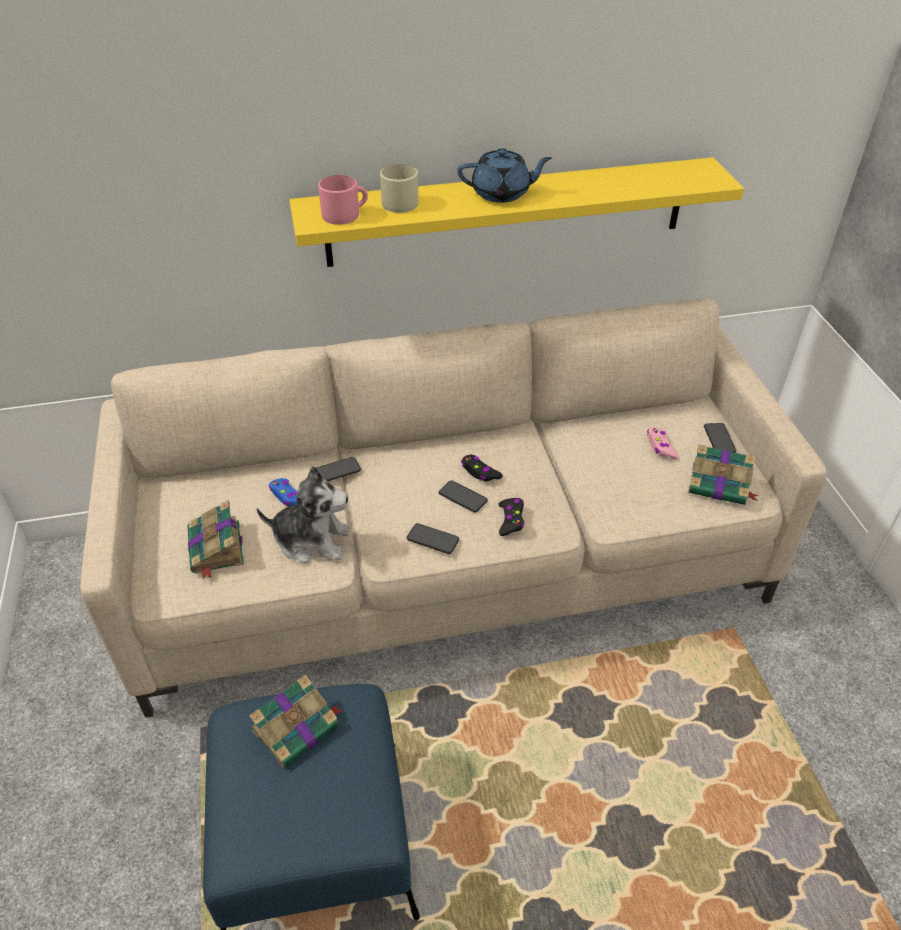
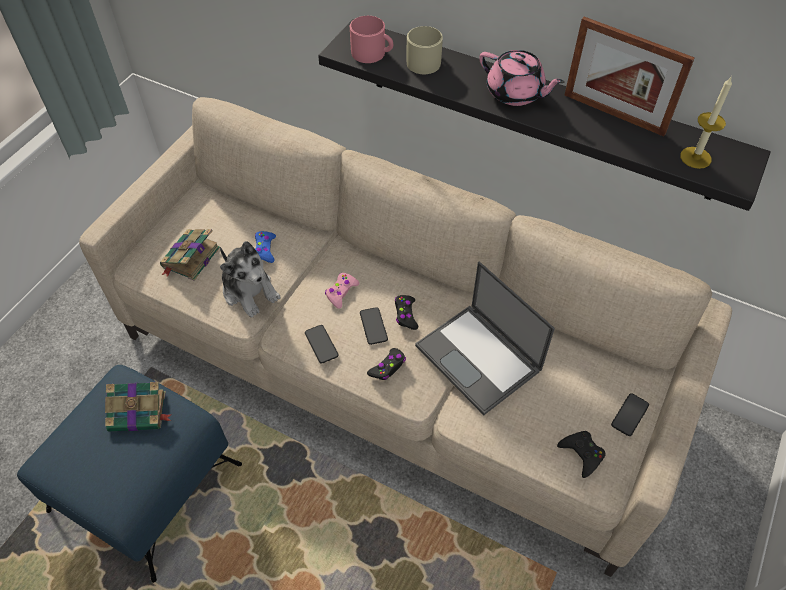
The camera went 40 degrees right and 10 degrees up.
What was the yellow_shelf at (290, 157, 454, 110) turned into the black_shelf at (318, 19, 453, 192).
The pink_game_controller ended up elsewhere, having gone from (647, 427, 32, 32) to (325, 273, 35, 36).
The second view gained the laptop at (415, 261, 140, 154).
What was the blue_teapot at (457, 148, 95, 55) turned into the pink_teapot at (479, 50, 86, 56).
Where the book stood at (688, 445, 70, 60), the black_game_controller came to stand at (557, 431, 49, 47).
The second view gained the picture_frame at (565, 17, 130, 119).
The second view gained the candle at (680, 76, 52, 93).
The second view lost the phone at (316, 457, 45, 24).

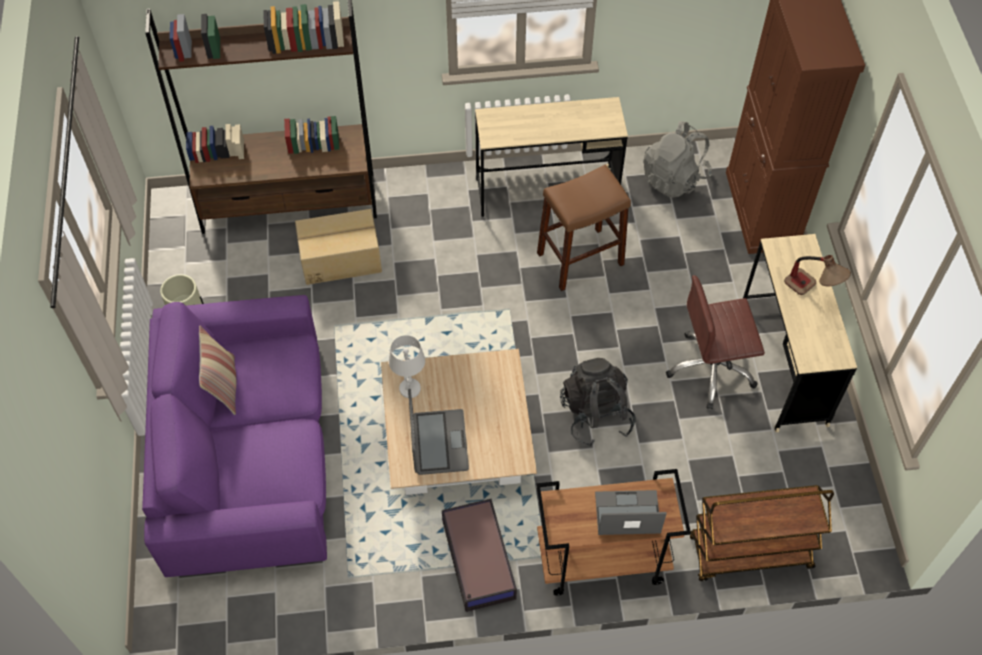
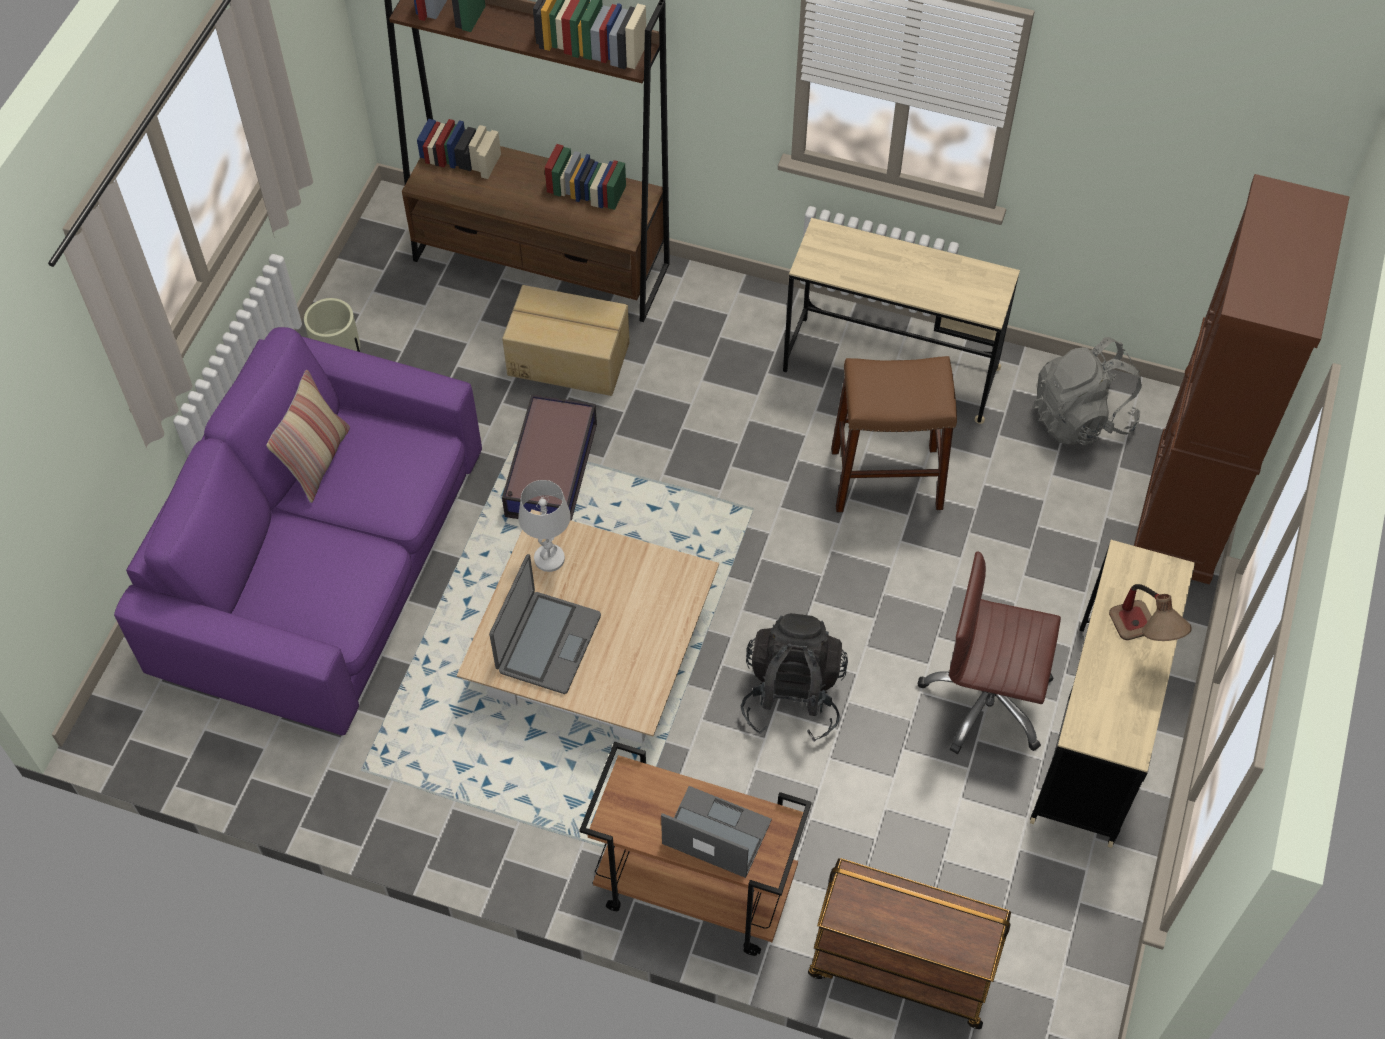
The camera went 25 degrees right and 0 degrees up.
The storage_box ended up elsewhere, having gone from (442, 499, 75, 113) to (502, 394, 95, 127).

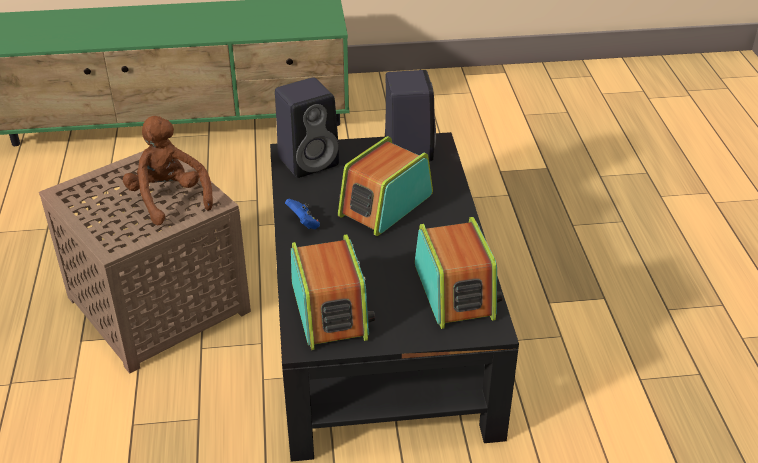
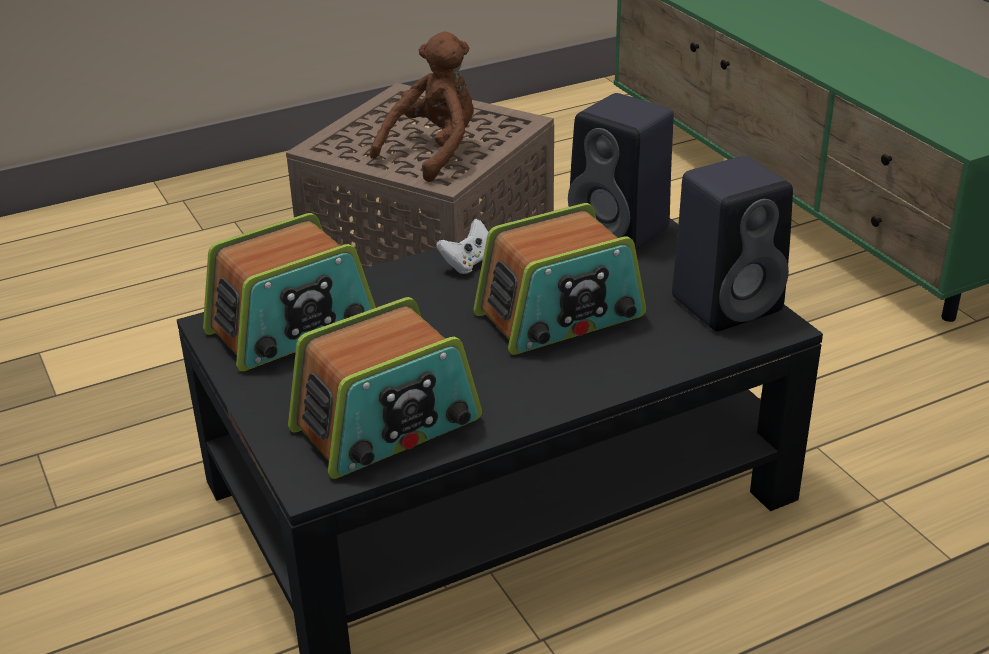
The camera went 70 degrees right and 5 degrees down.
What was the blue_game_controller at (285, 199, 35, 30) turned into the white_game_controller at (436, 219, 53, 55).
The radio at (338, 136, 95, 100) ended up facing another way, 135 degrees clockwise from before.

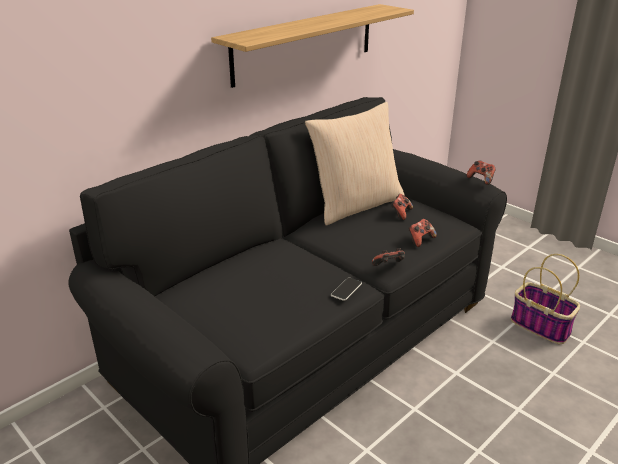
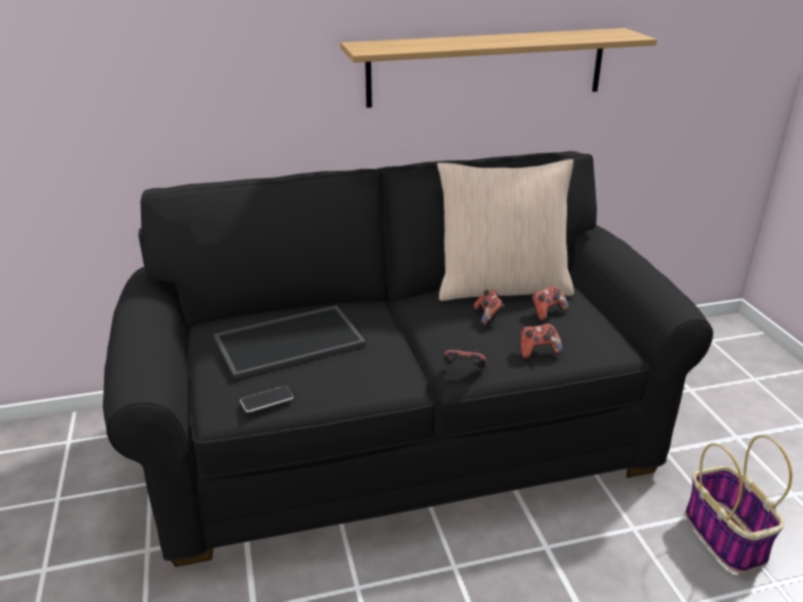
The camera went 30 degrees right and 0 degrees up.
The second view gained the tray at (214, 305, 152, 74).
The phone ended up elsewhere, having gone from (331, 277, 31, 24) to (240, 386, 53, 27).
The game_controller ended up elsewhere, having gone from (467, 160, 29, 25) to (474, 290, 31, 36).

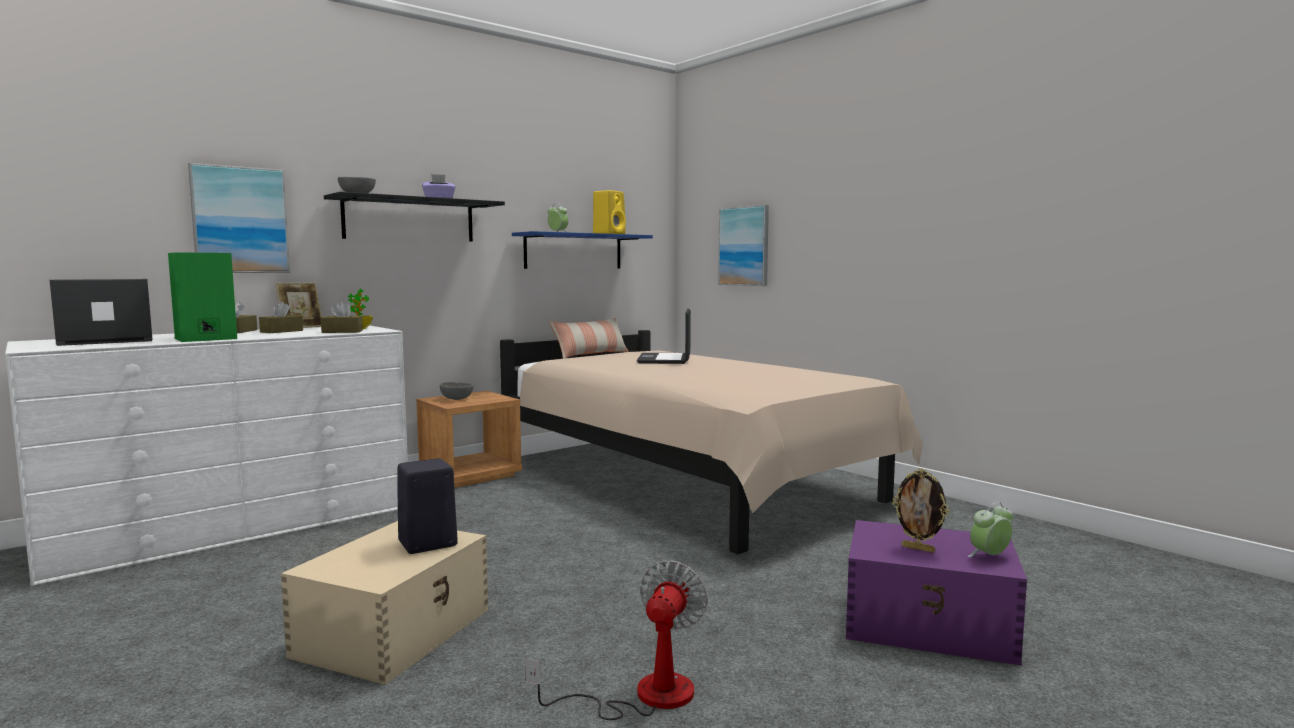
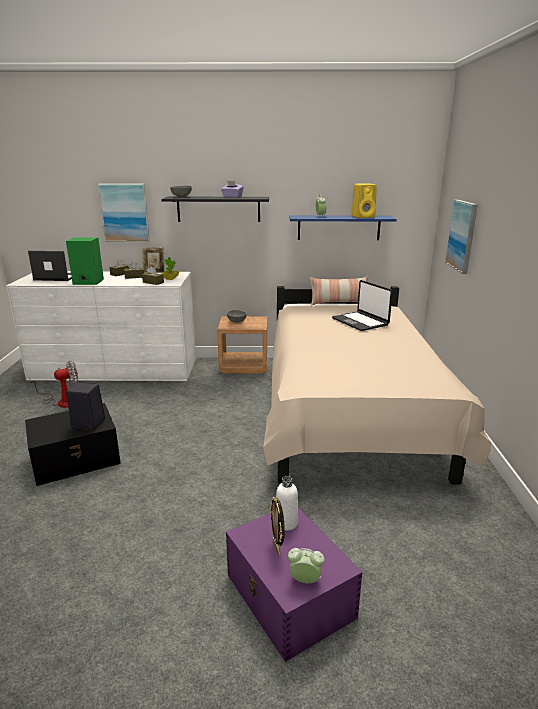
The camera went 40 degrees right and 15 degrees up.
What was the beige_storage_box at (281, 521, 207, 164) turned into the black_storage_box at (25, 403, 96, 83).
The fan ended up elsewhere, having gone from (525, 560, 183, 160) to (29, 360, 49, 48).
The second view gained the white_bottle at (276, 476, 22, 55).
The laptop at (637, 308, 54, 56) ended up facing another way, 75 degrees counterclockwise from before.

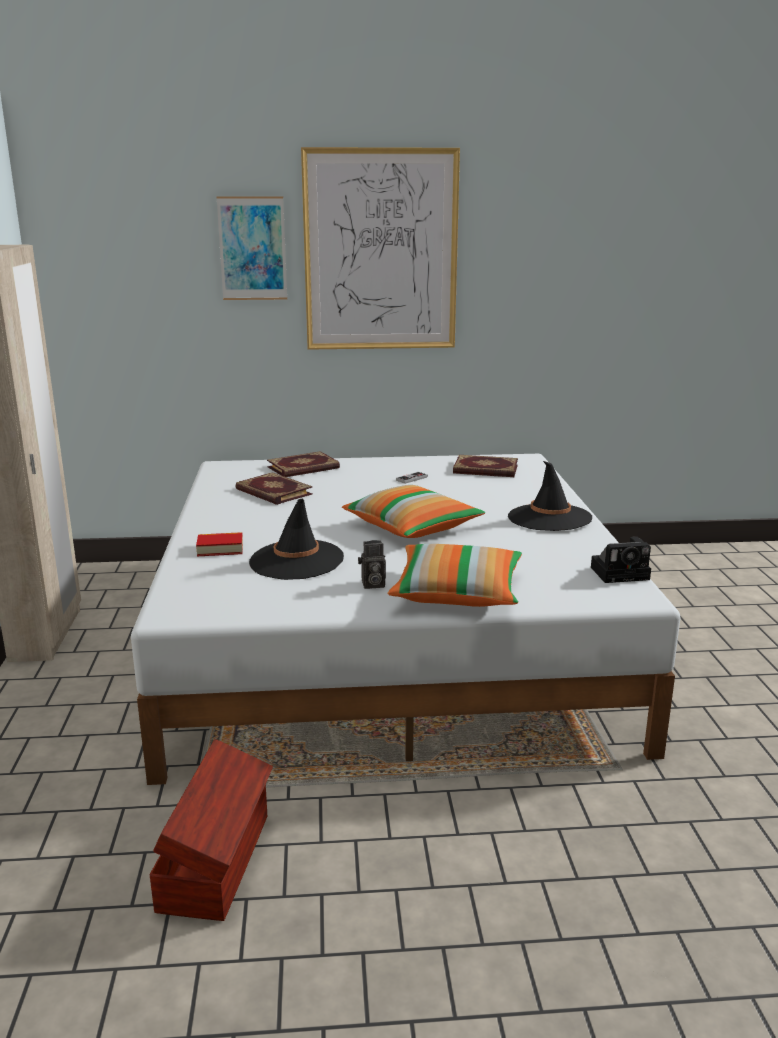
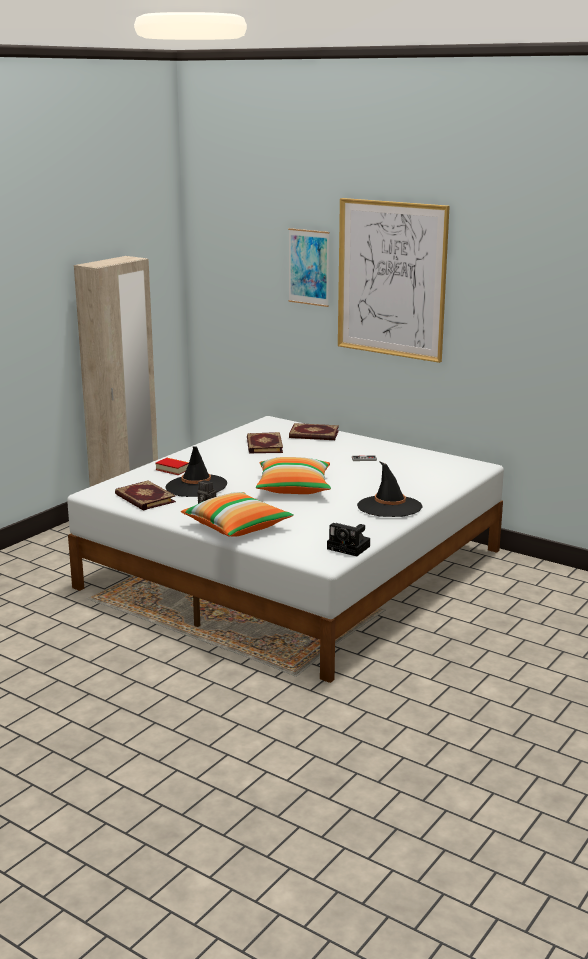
The camera went 40 degrees right and 0 degrees up.
The book ended up elsewhere, having gone from (453, 455, 65, 22) to (115, 480, 61, 30).
The second view lost the brown_storage_box at (150, 739, 123, 182).

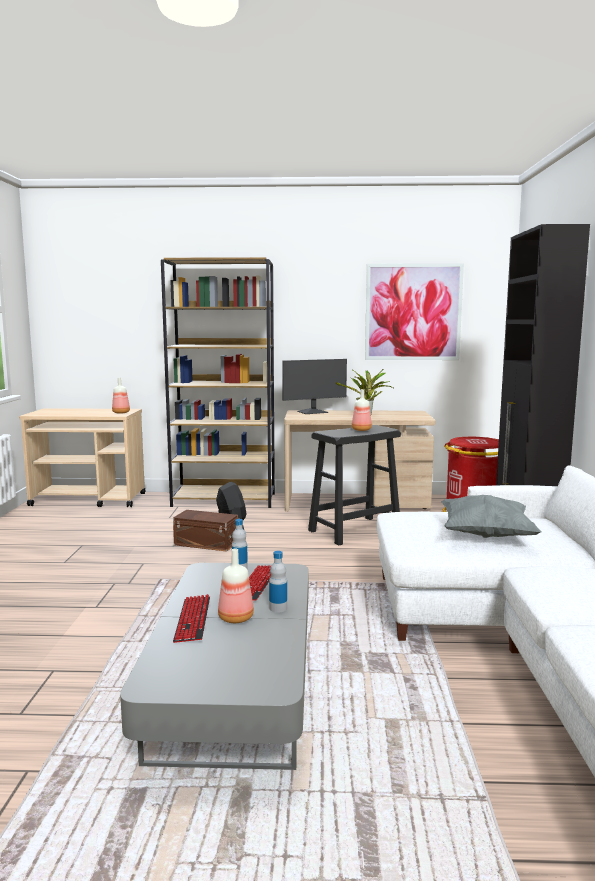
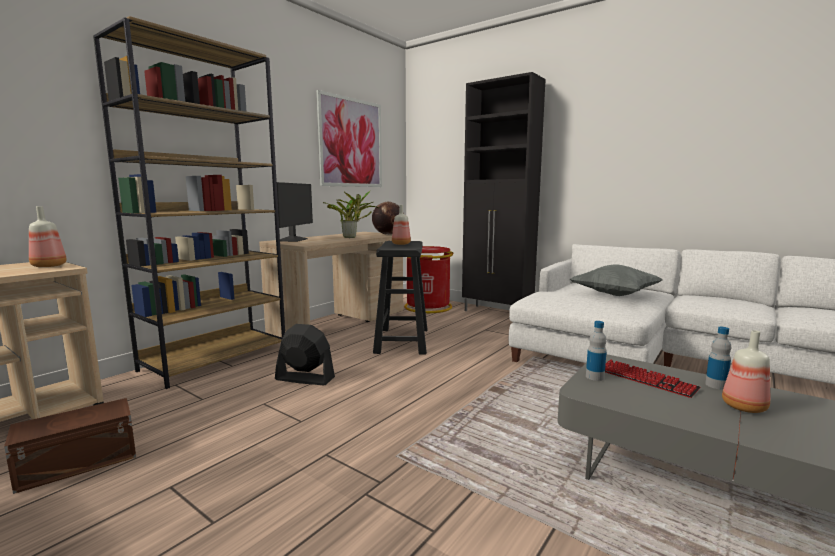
The camera went 55 degrees left and 0 degrees up.
The brown_storage_box ended up elsewhere, having gone from (173, 510, 65, 42) to (4, 398, 132, 96).
The second view gained the globe at (372, 202, 32, 33).
The second view lost the keyboard at (173, 594, 37, 49).

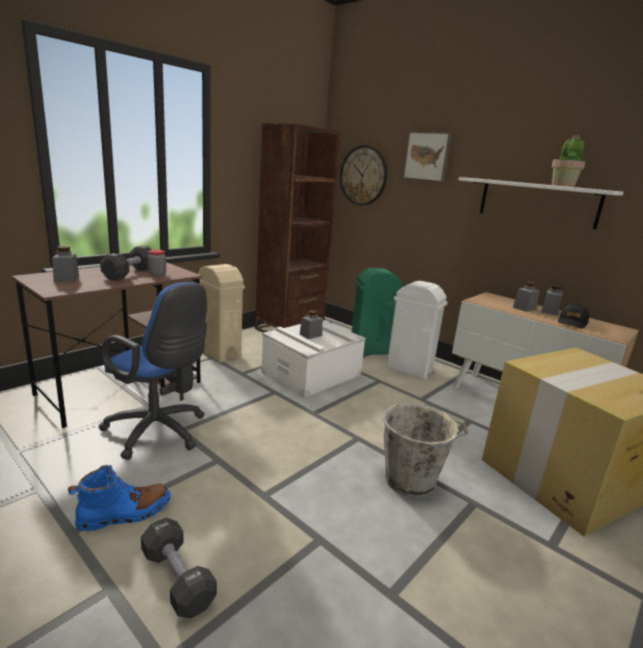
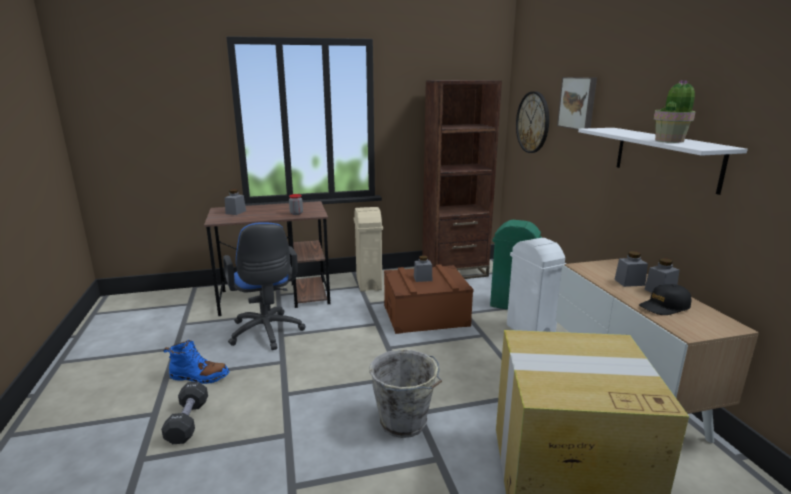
The camera went 35 degrees right and 0 degrees up.
What was the white_storage_box at (261, 320, 104, 78) turned into the brown_storage_box at (384, 264, 90, 70).
The second view lost the black_dumbbell at (100, 246, 51, 34).

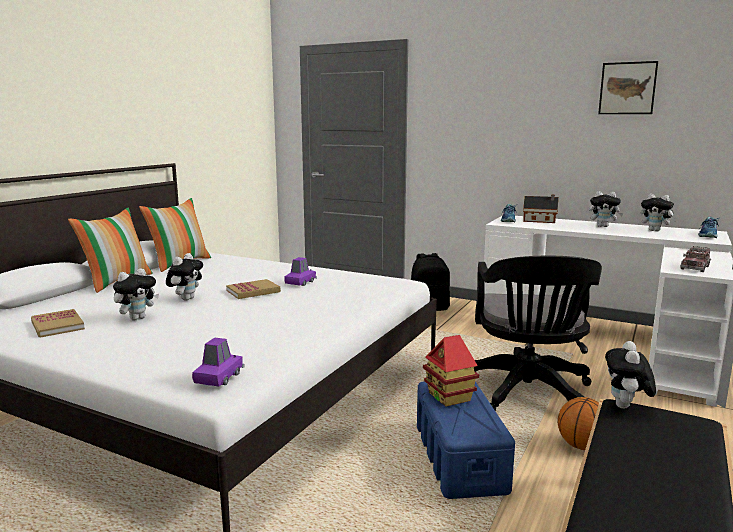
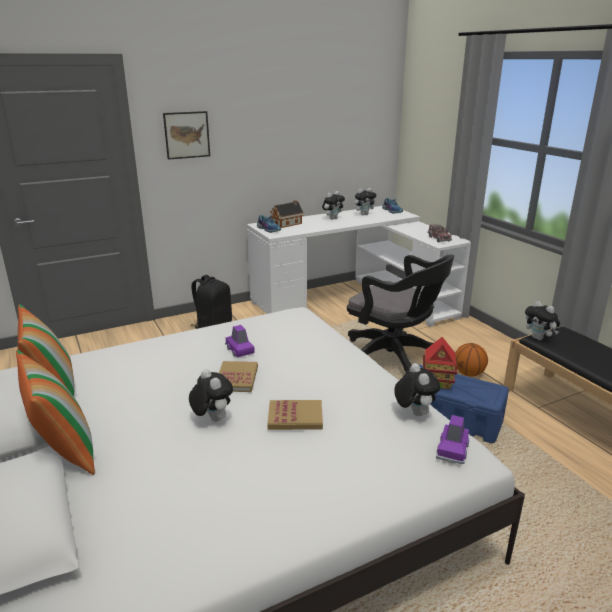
The camera went 55 degrees left and 10 degrees up.
The picture ended up elsewhere, having gone from (598, 61, 60, 53) to (163, 111, 47, 49).
The book ended up elsewhere, having gone from (31, 309, 54, 29) to (268, 400, 55, 30).
The plush_toy ended up elsewhere, having gone from (113, 268, 46, 53) to (394, 363, 46, 53).
The purple_toy_car at (192, 338, 53, 49) ended up facing another way, 120 degrees counterclockwise from before.

